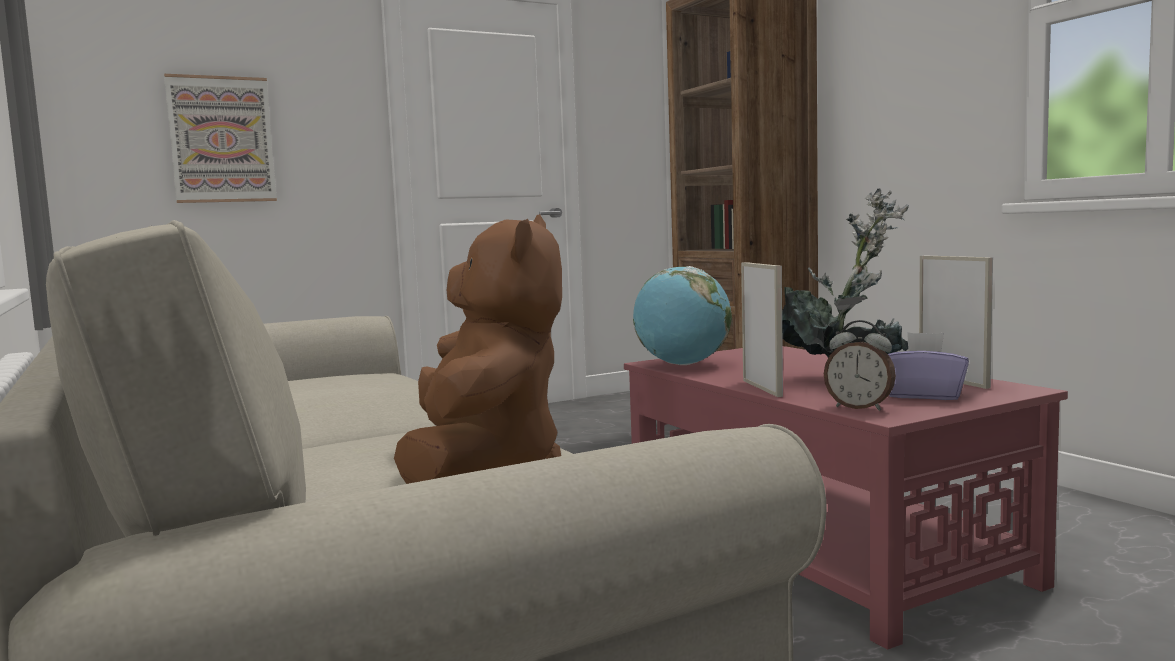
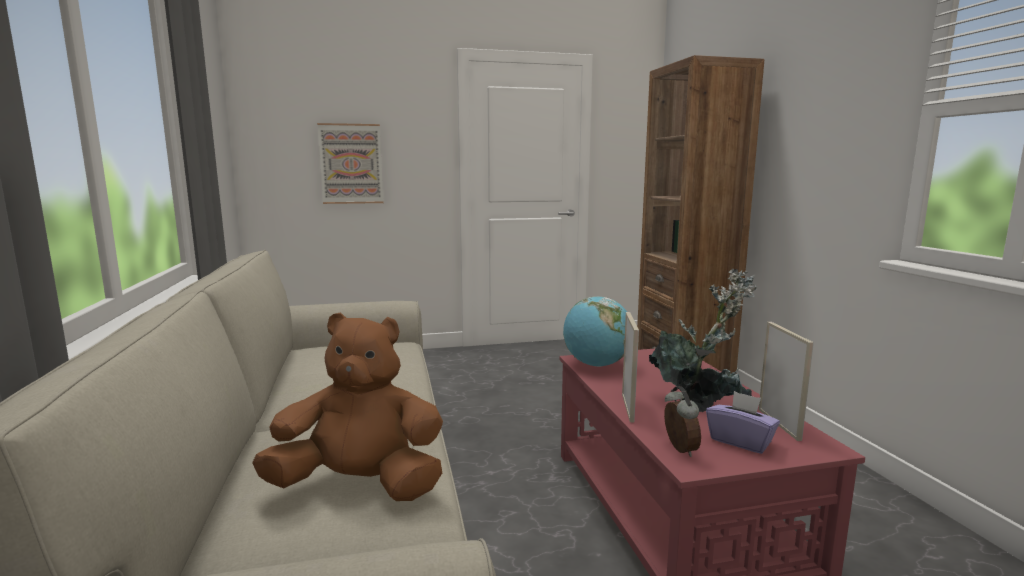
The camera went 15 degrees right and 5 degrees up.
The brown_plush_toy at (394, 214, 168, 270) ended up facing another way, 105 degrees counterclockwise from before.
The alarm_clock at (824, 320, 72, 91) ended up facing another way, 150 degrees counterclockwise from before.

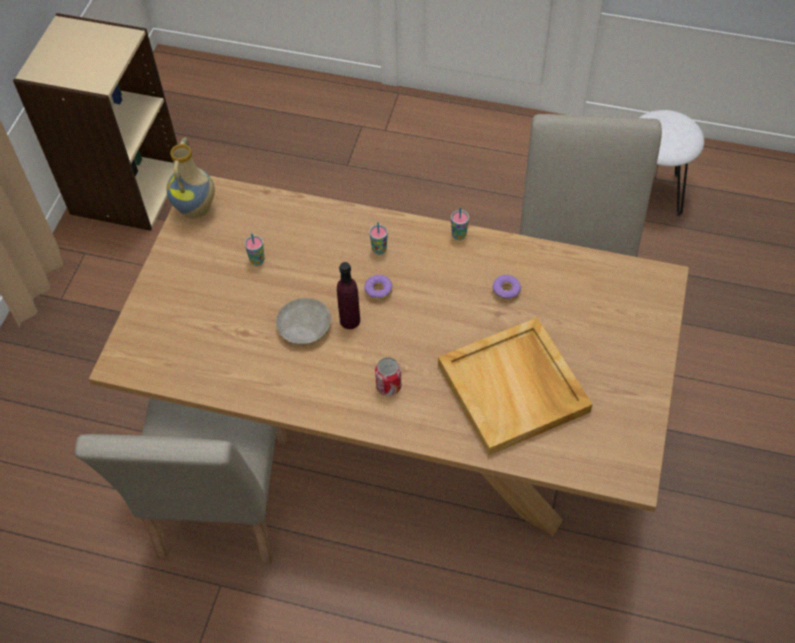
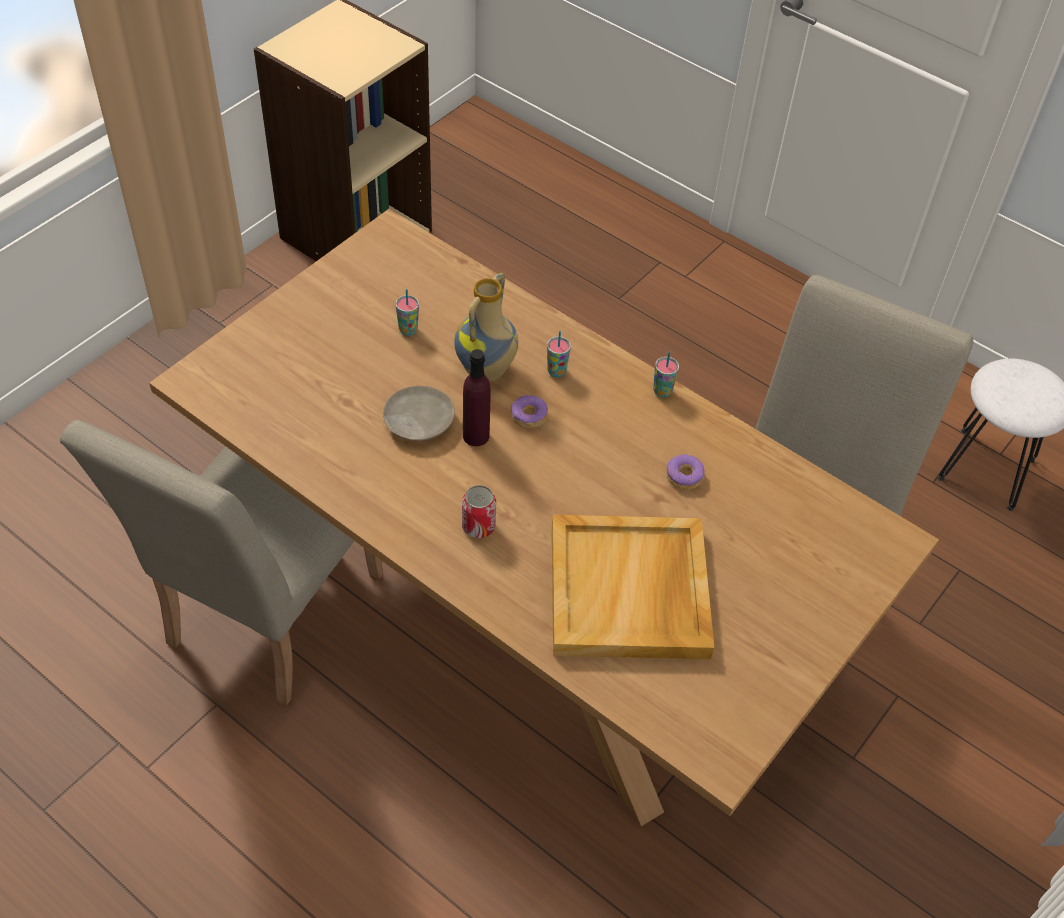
The camera went 20 degrees right and 5 degrees down.
The vase ended up elsewhere, having gone from (167, 137, 48, 82) to (454, 273, 64, 109).

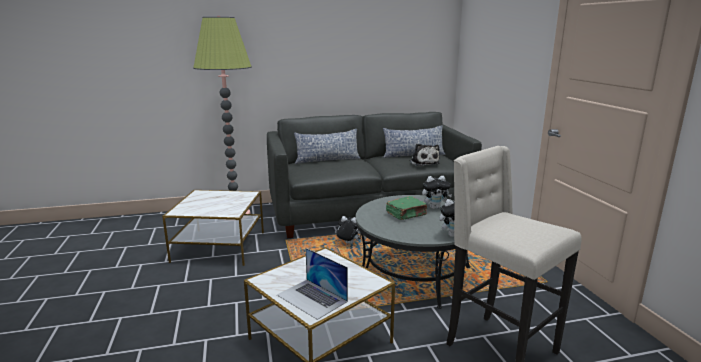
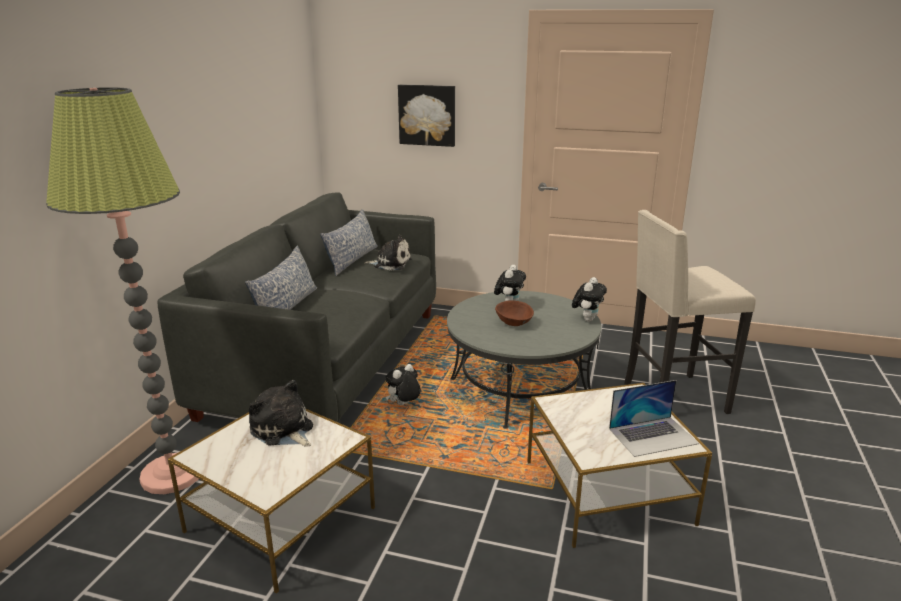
The camera went 60 degrees left and 5 degrees up.
The second view gained the plush_toy at (249, 380, 64, 67).
The second view gained the picture at (398, 84, 57, 63).
Where the green_book stood at (386, 196, 41, 24), the brown_bowl came to stand at (495, 300, 39, 26).

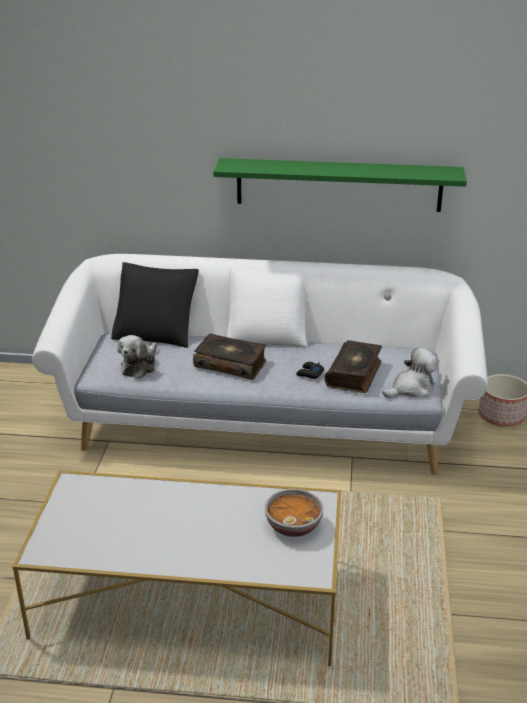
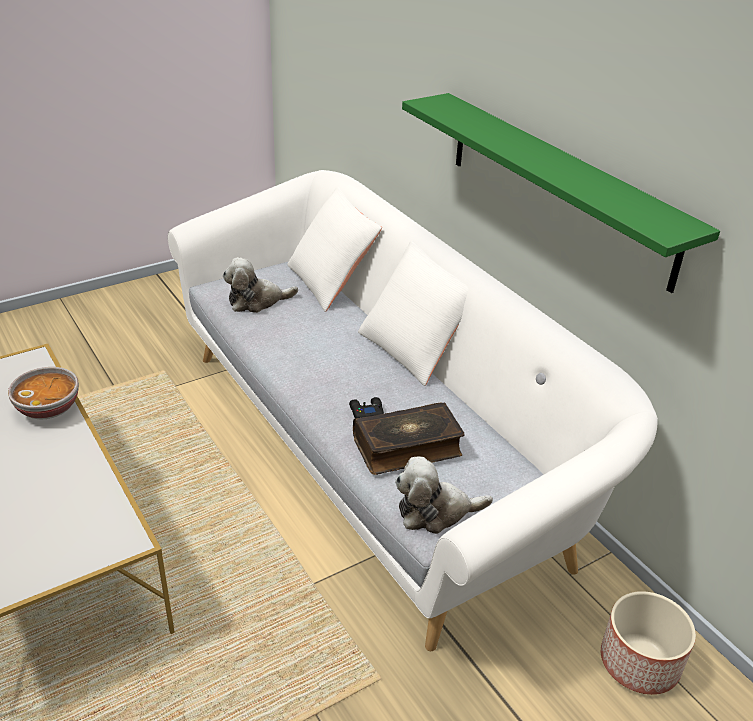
The camera went 50 degrees right and 5 degrees up.
The bowl ended up elsewhere, having gone from (265, 489, 58, 48) to (8, 367, 71, 52).
What was the black_pillow at (111, 262, 88, 86) turned into the white_pillow at (287, 187, 95, 125).
The plush_toy at (382, 347, 56, 51) ended up facing another way, 150 degrees clockwise from before.
The second view lost the book at (193, 334, 73, 46).

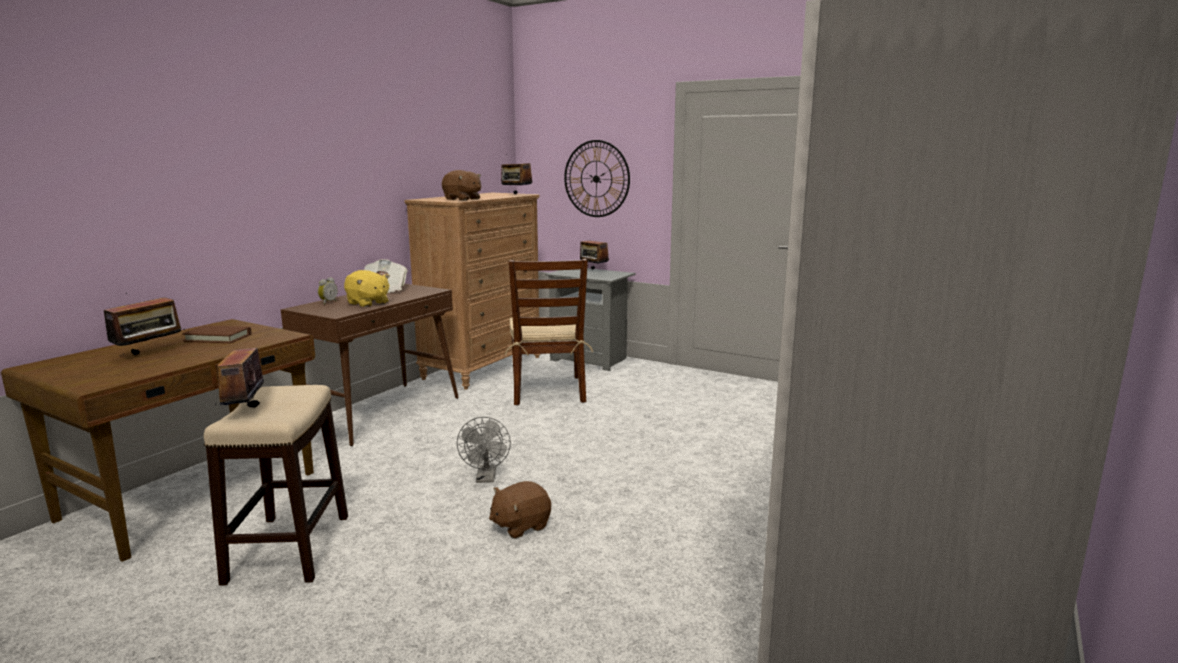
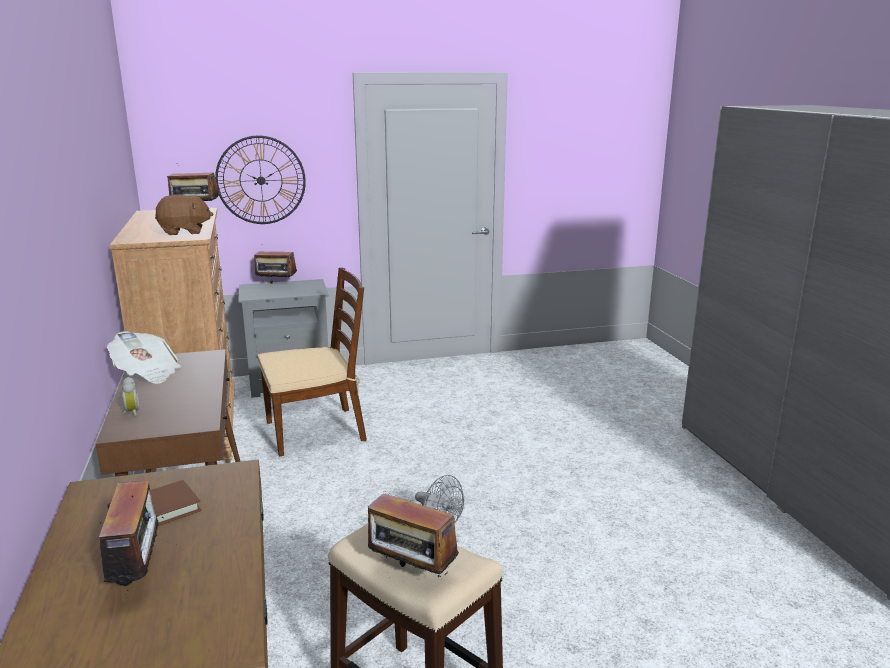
The camera went 45 degrees left and 5 degrees up.
The brown_chair at (505, 259, 88, 146) ended up facing another way, 60 degrees counterclockwise from before.
The second view lost the yellow_plush_toy at (344, 270, 46, 37).
The second view lost the brown_plush_toy at (489, 481, 62, 57).

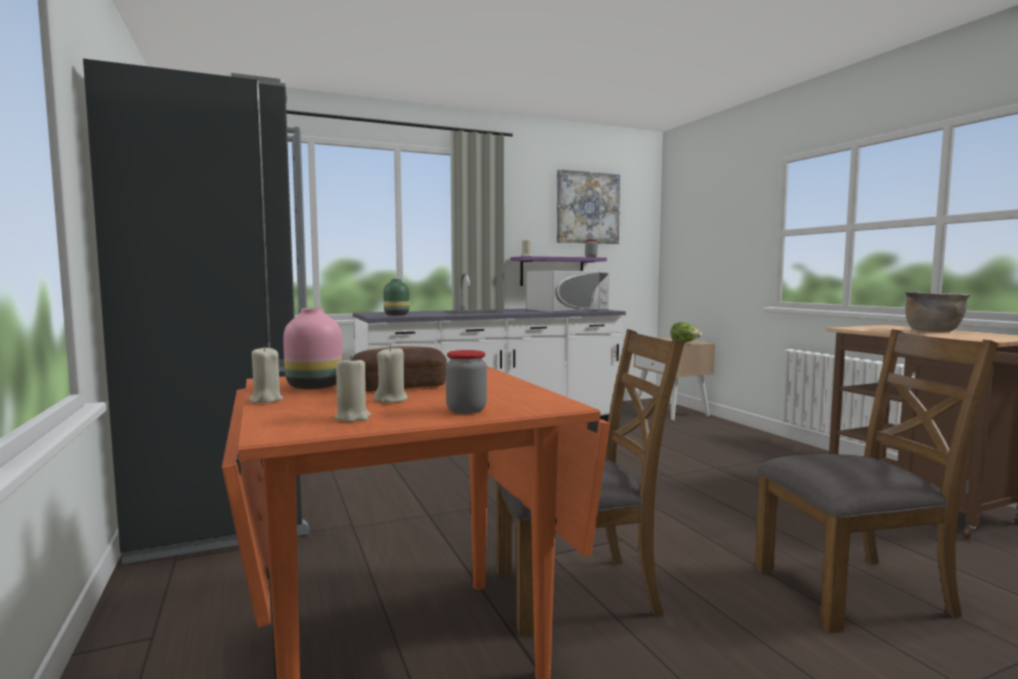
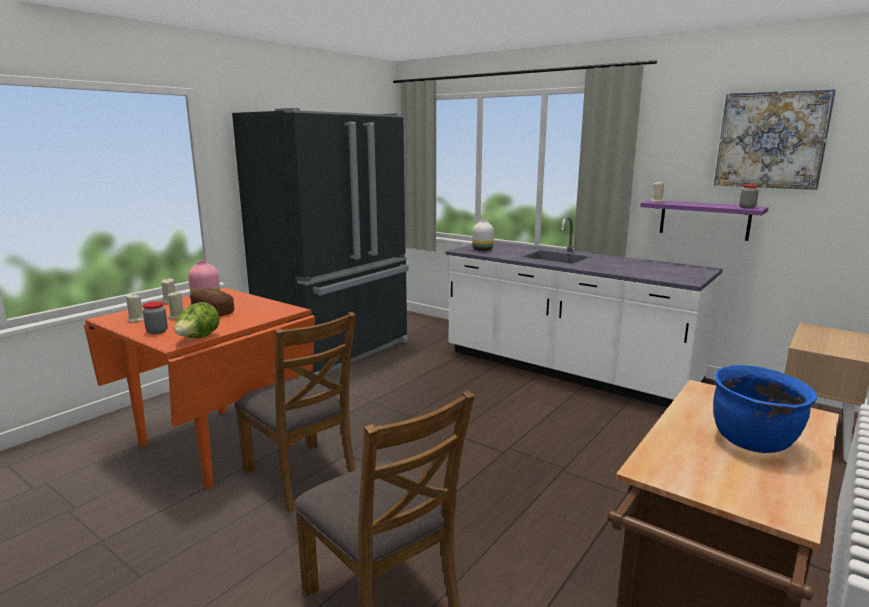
The camera went 60 degrees right and 10 degrees up.
The lettuce ended up elsewhere, having gone from (670, 322, 32, 21) to (174, 302, 45, 36).
What was the green_vase at (383, 279, 26, 36) turned into the white_vase at (472, 220, 22, 31).
What was the brown_cooking_pot at (905, 291, 65, 41) turned into the blue_cooking_pot at (713, 365, 104, 88).
The second view lost the white_microwave at (527, 271, 82, 41).

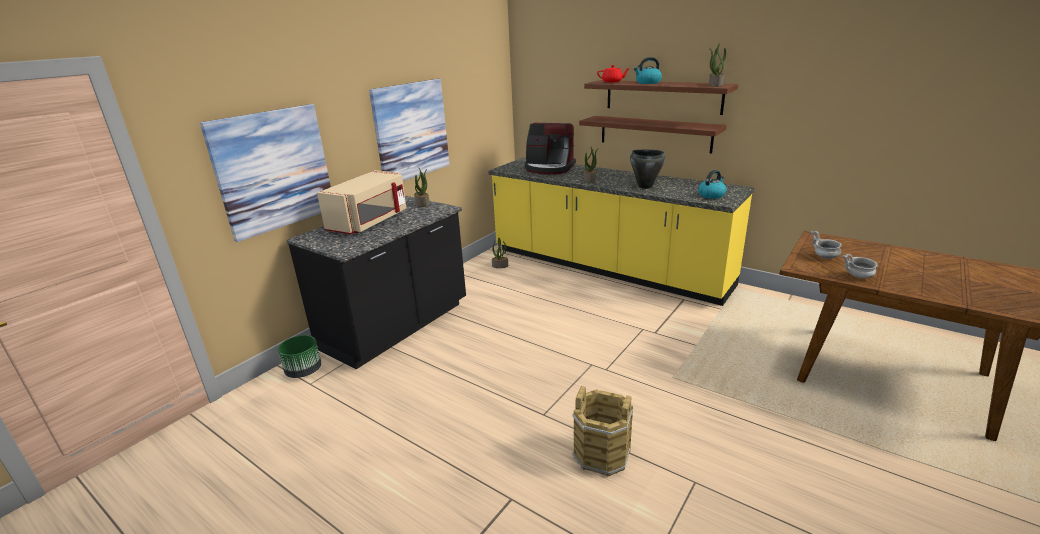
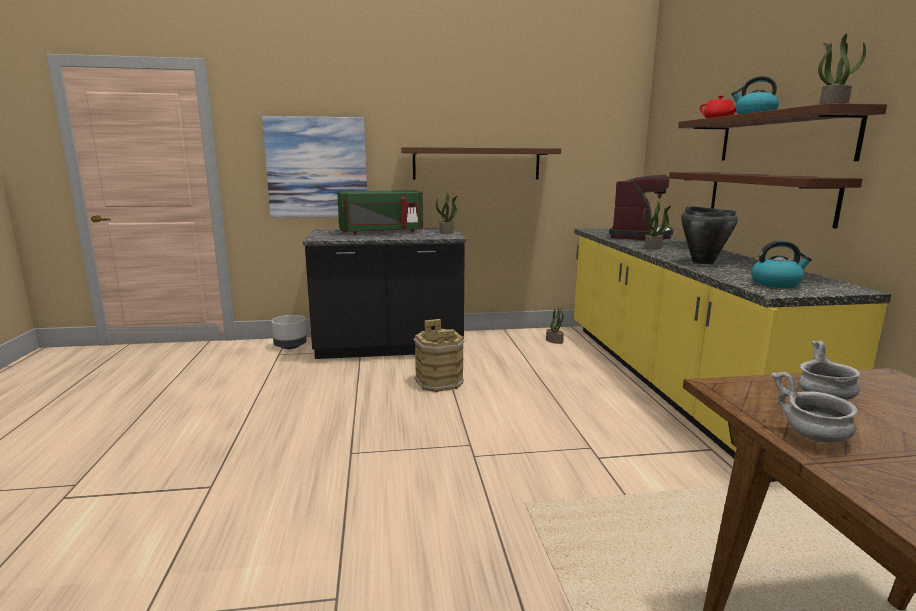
The camera went 45 degrees right and 10 degrees down.
What was the green_planter at (278, 335, 43, 43) turned into the grey_planter at (271, 315, 36, 34).
What was the beige_microwave at (317, 170, 89, 64) turned into the green_microwave at (337, 190, 86, 44).
Where the picture hung at (369, 79, 81, 102), the brown_shelf came to hang at (401, 147, 160, 32).
The brown_bucket ended up elsewhere, having gone from (572, 386, 61, 91) to (414, 319, 50, 73).
The coffee_machine at (525, 123, 51, 52) ended up facing another way, 135 degrees counterclockwise from before.

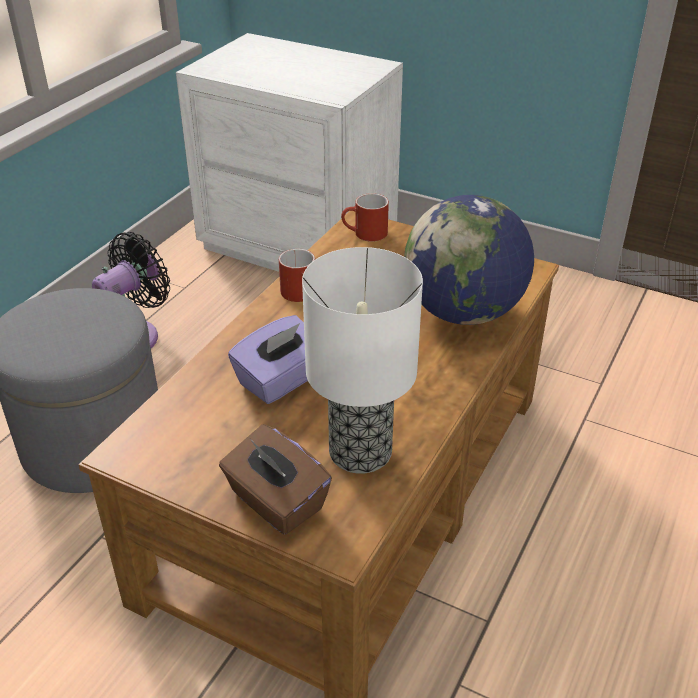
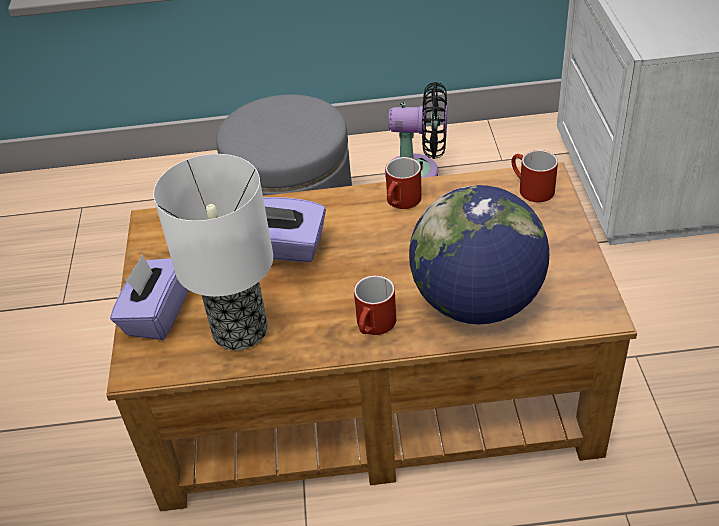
The camera went 60 degrees right and 5 degrees up.
What was the brown_tissue_box at (219, 425, 113, 110) turned into the purple_tissue_box at (110, 255, 78, 85).
The second view gained the red_mug at (354, 275, 42, 60).

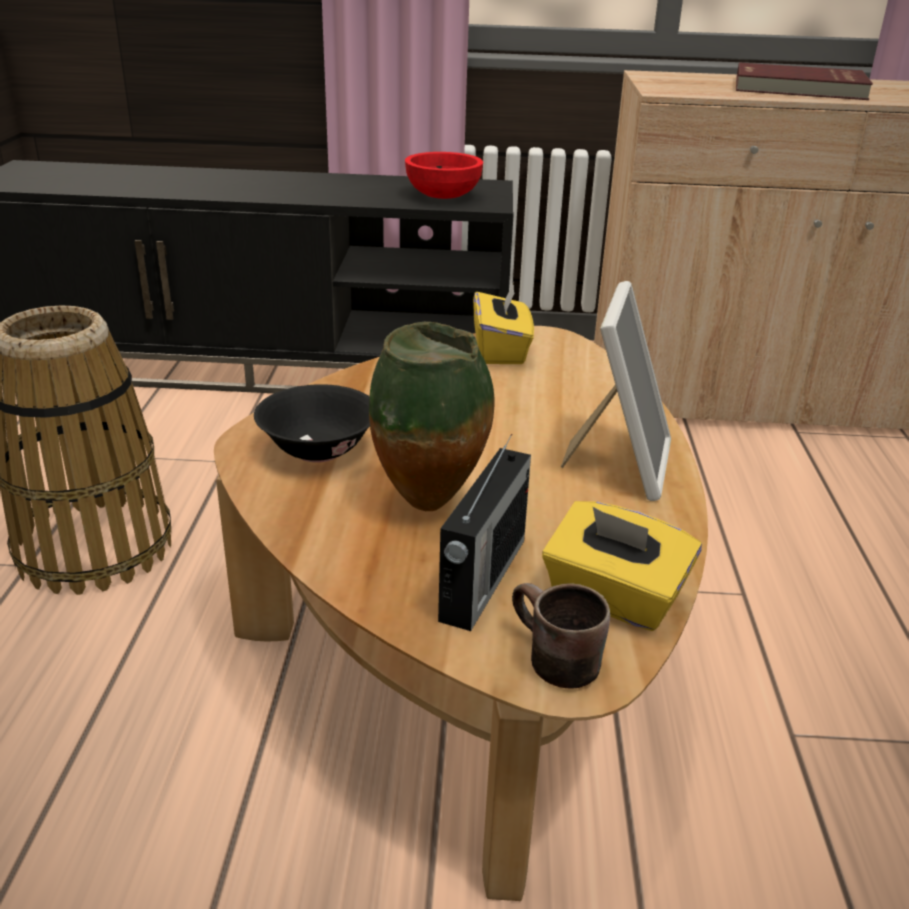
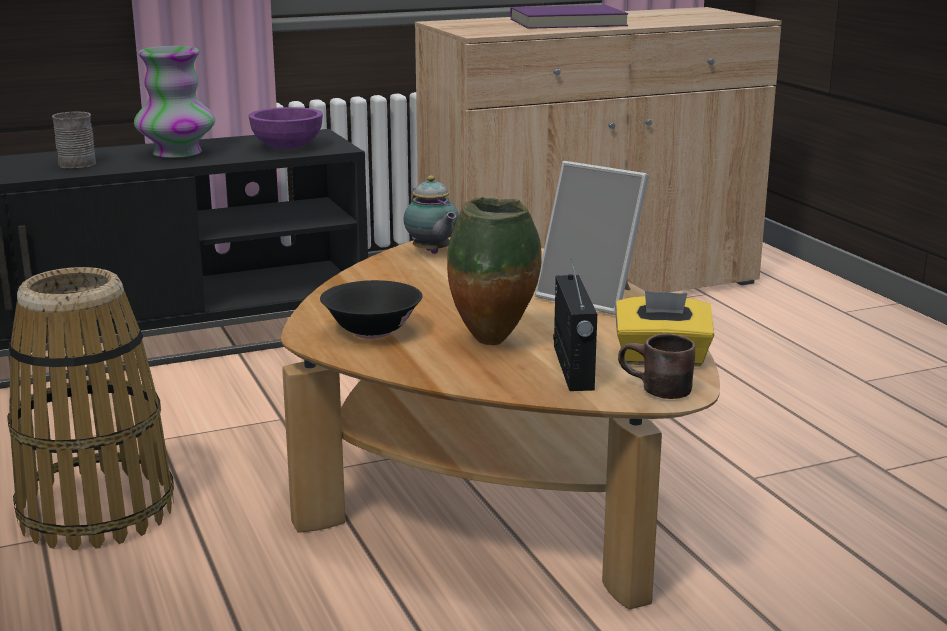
The camera went 25 degrees left and 10 degrees down.
The second view gained the grey_mug at (52, 112, 44, 57).
The second view gained the vase at (134, 46, 81, 112).
What was the red_bowl at (405, 152, 78, 47) turned into the purple_bowl at (248, 107, 75, 42).
Where the yellow_tissue_box stood at (473, 281, 61, 83), the teapot came to stand at (404, 176, 55, 78).
What was the red_book at (736, 63, 137, 37) turned into the purple_book at (510, 5, 118, 24).
The picture_frame at (561, 281, 110, 220) ended up facing another way, 135 degrees clockwise from before.

